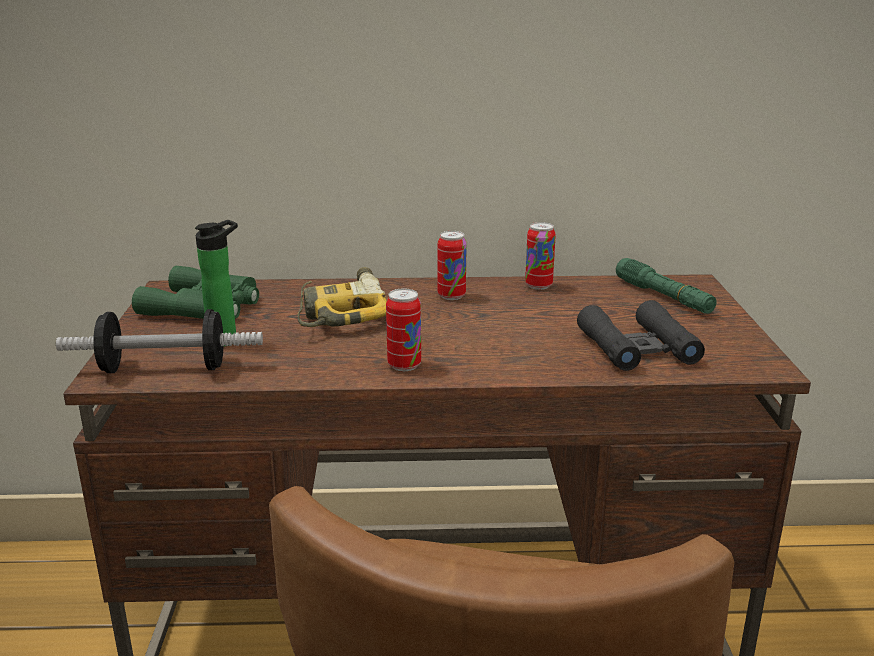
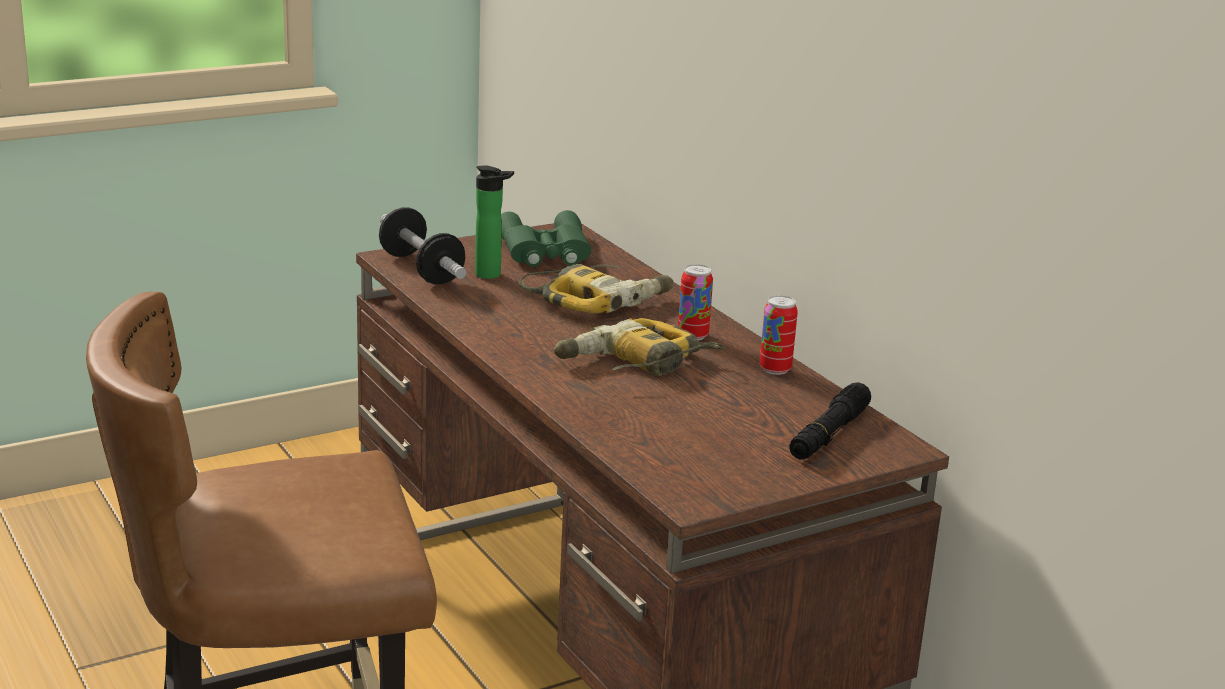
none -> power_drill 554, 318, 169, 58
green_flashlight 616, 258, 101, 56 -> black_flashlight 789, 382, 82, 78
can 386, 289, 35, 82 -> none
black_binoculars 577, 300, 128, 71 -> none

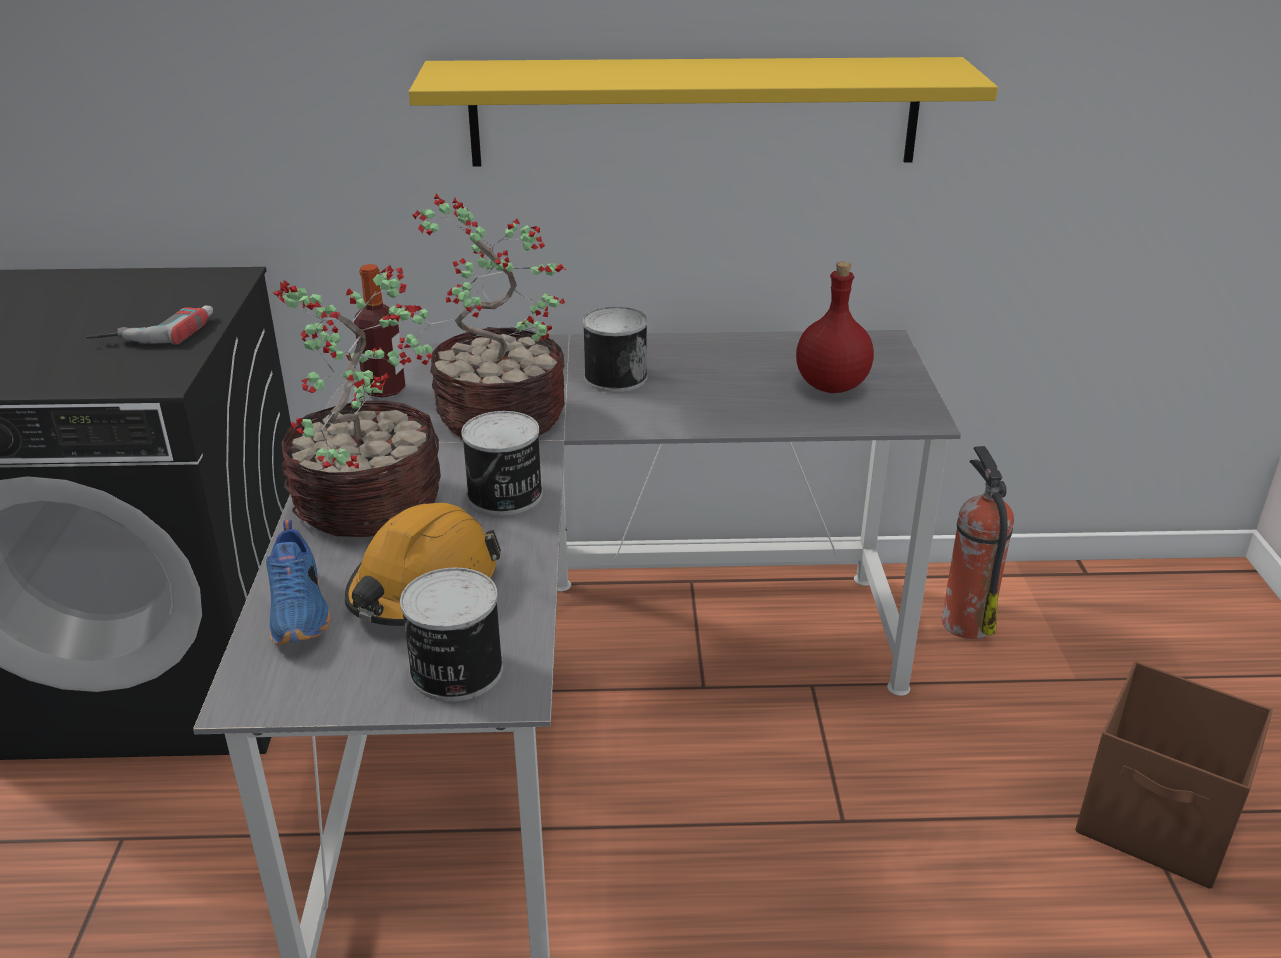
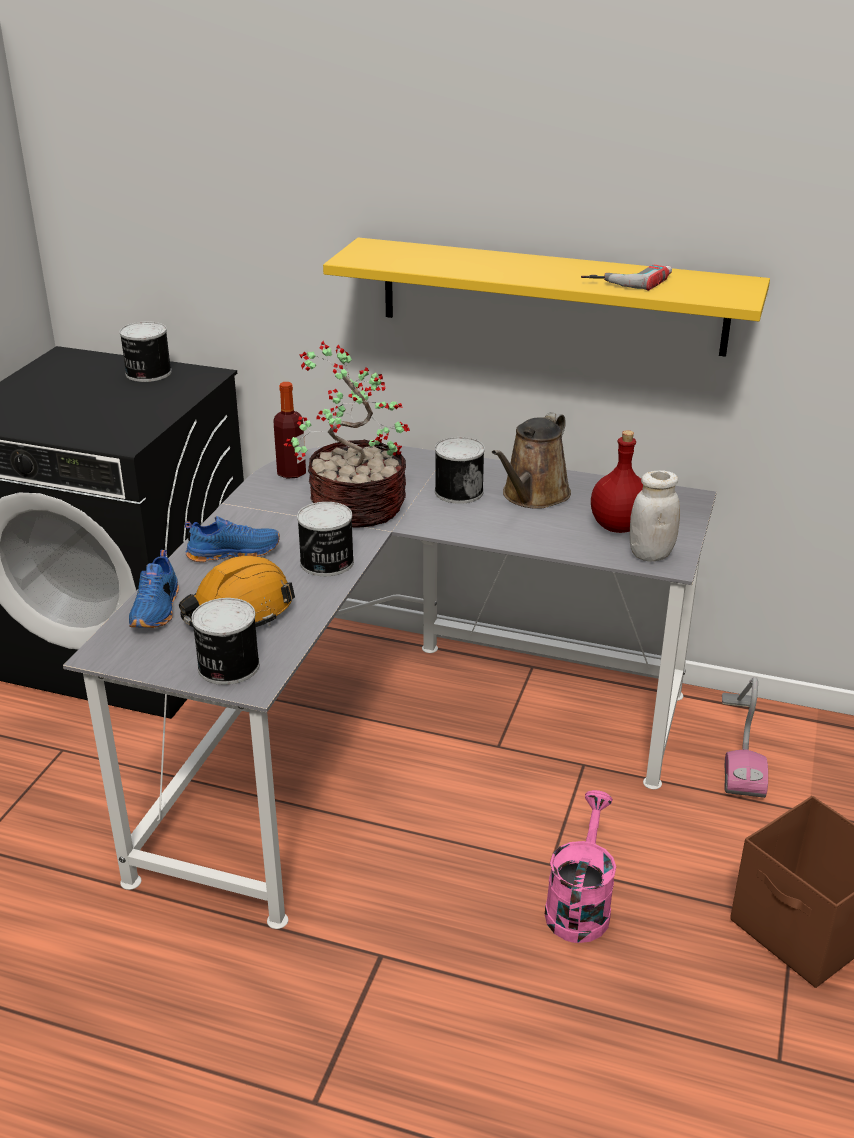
none -> can 119, 322, 53, 60
potted_plant 273, 265, 168, 272 -> blue_shoe 185, 516, 95, 46
none -> brown_watering_can 492, 413, 79, 96
none -> pink_watering_can 545, 790, 71, 153
power_drill 86, 305, 127, 40 -> power_drill 581, 265, 91, 26, moved
none -> white_jar 629, 470, 51, 91
fire_extinguisher 942, 446, 72, 193 -> vacuum_cleaner 722, 677, 46, 121

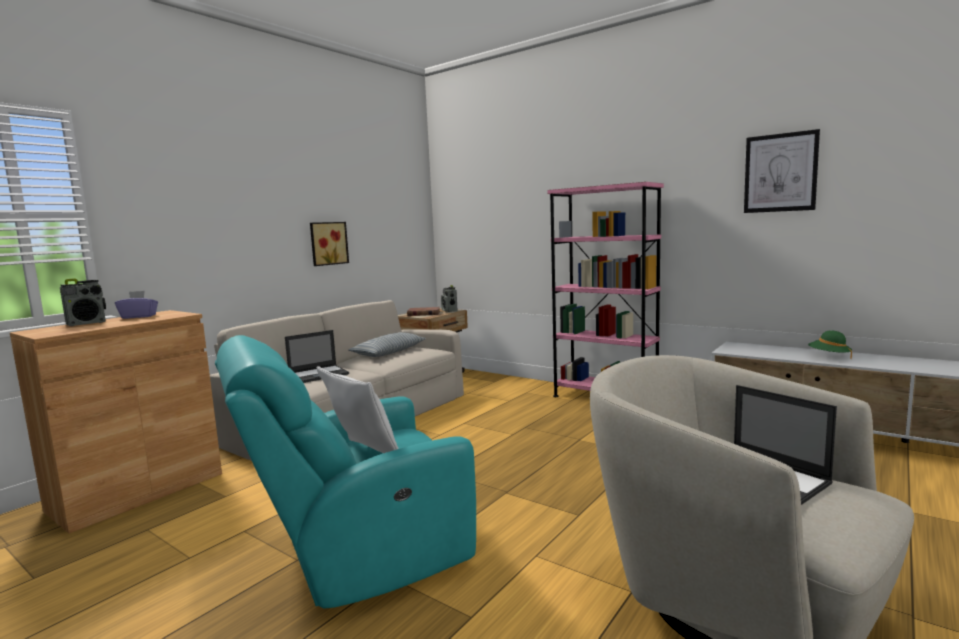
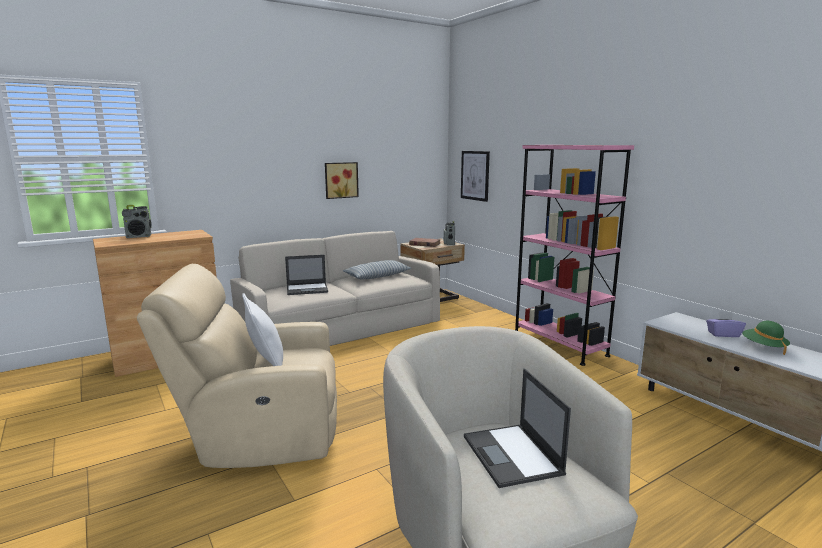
turquoise_armchair 215, 335, 261, 274 -> beige_armchair 137, 264, 200, 204
picture 744, 129, 76, 84 -> picture 461, 151, 29, 51, moved
purple_tissue_box 115, 291, 43, 28 -> purple_tissue_box 706, 311, 40, 26, moved

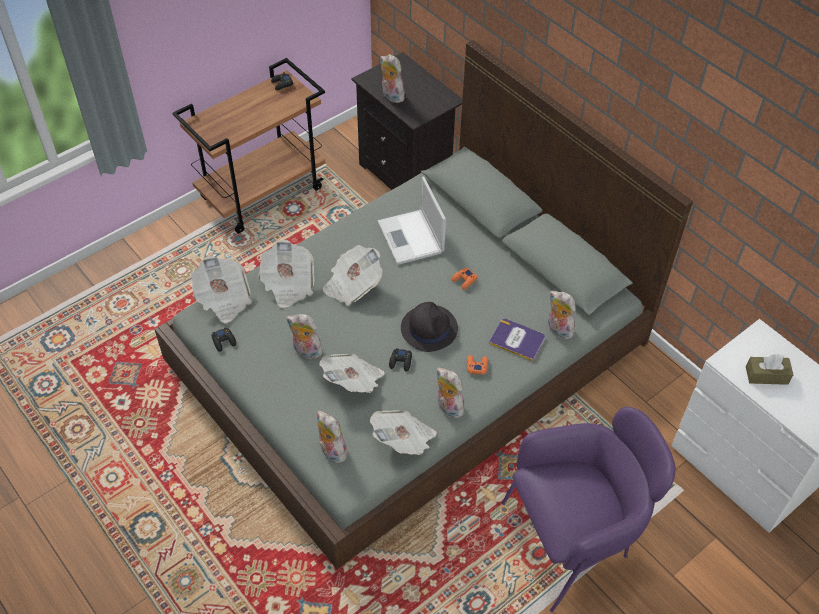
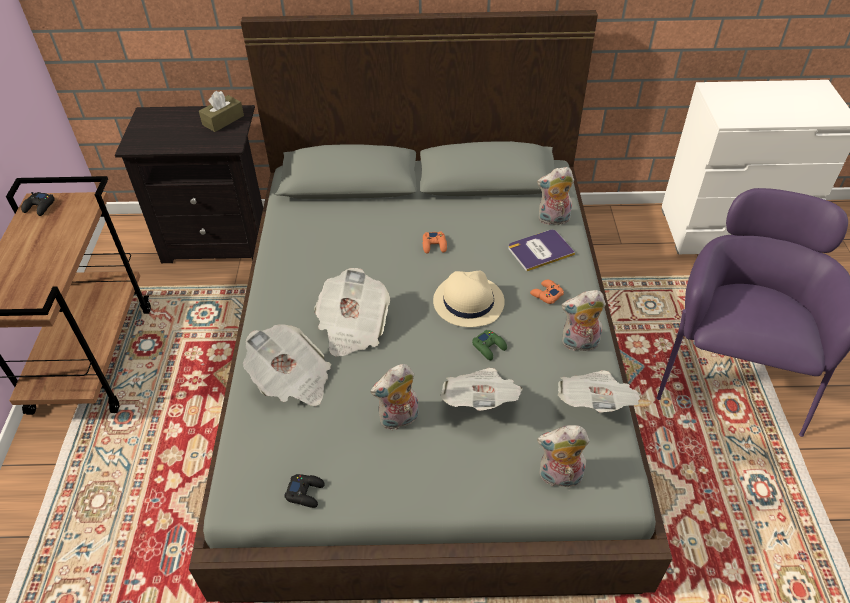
brown_tissue_box 746, 354, 47, 31 -> brown_tissue_box 199, 91, 45, 41, moved
black_hat 401, 302, 57, 50 -> beige_hat 433, 271, 72, 56
black_game_controller 389, 348, 23, 24 -> green_game_controller 472, 330, 35, 30
newspaper 191, 256, 61, 67 -> none
laptop 378, 177, 68, 88 -> none
plush_toy 380, 54, 25, 49 -> none

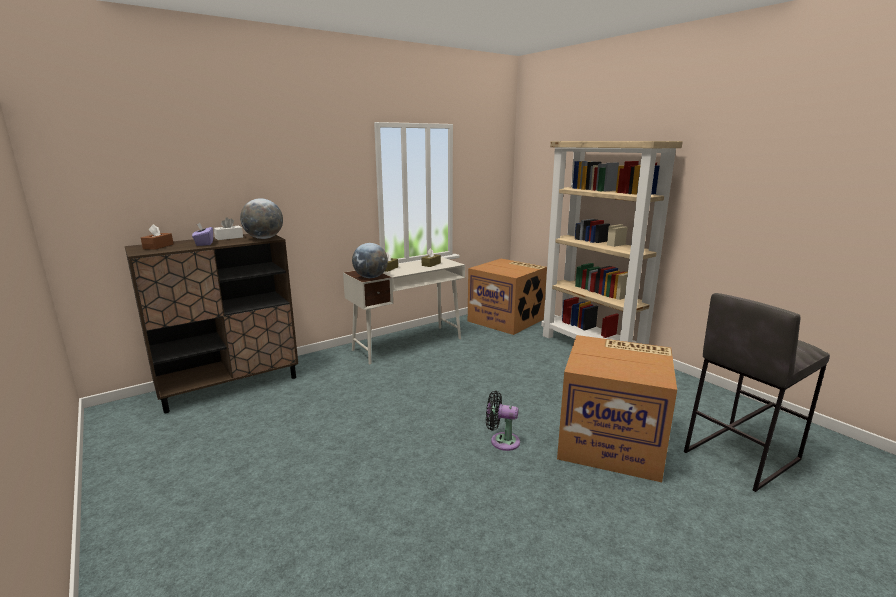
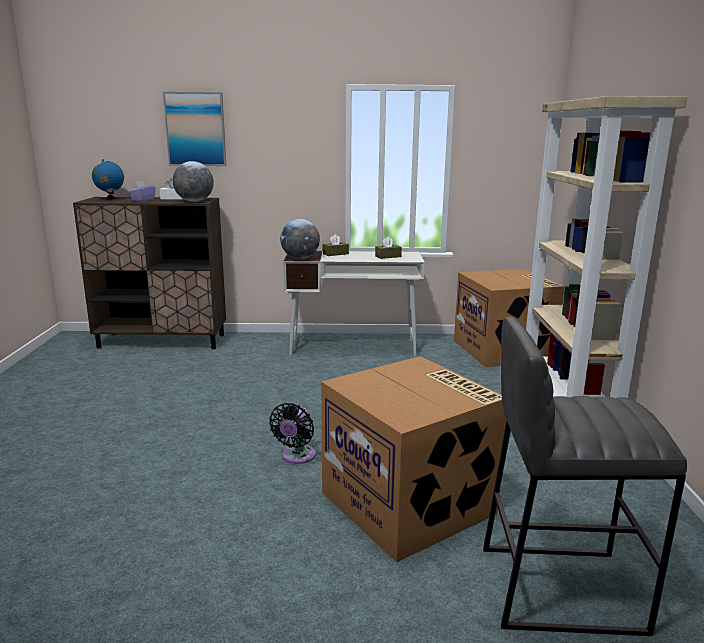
brown_tissue_box 141, 224, 32, 26 -> globe 92, 159, 32, 41
none -> picture 163, 92, 63, 74
black_fan 486, 391, 34, 60 -> black_fan 269, 403, 47, 61, 120 degrees counterclockwise

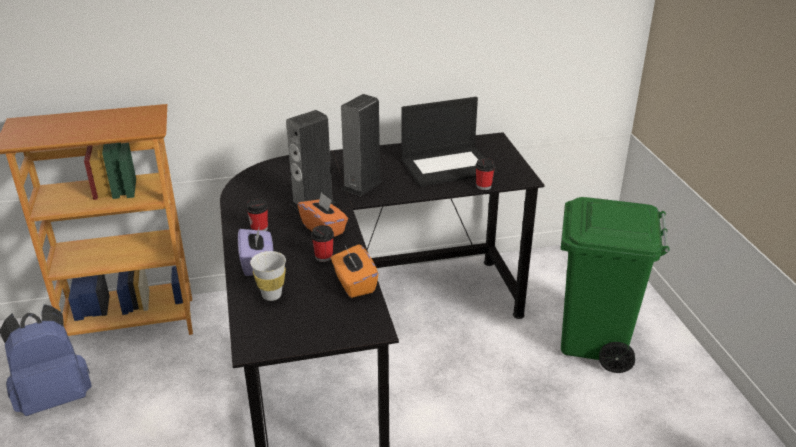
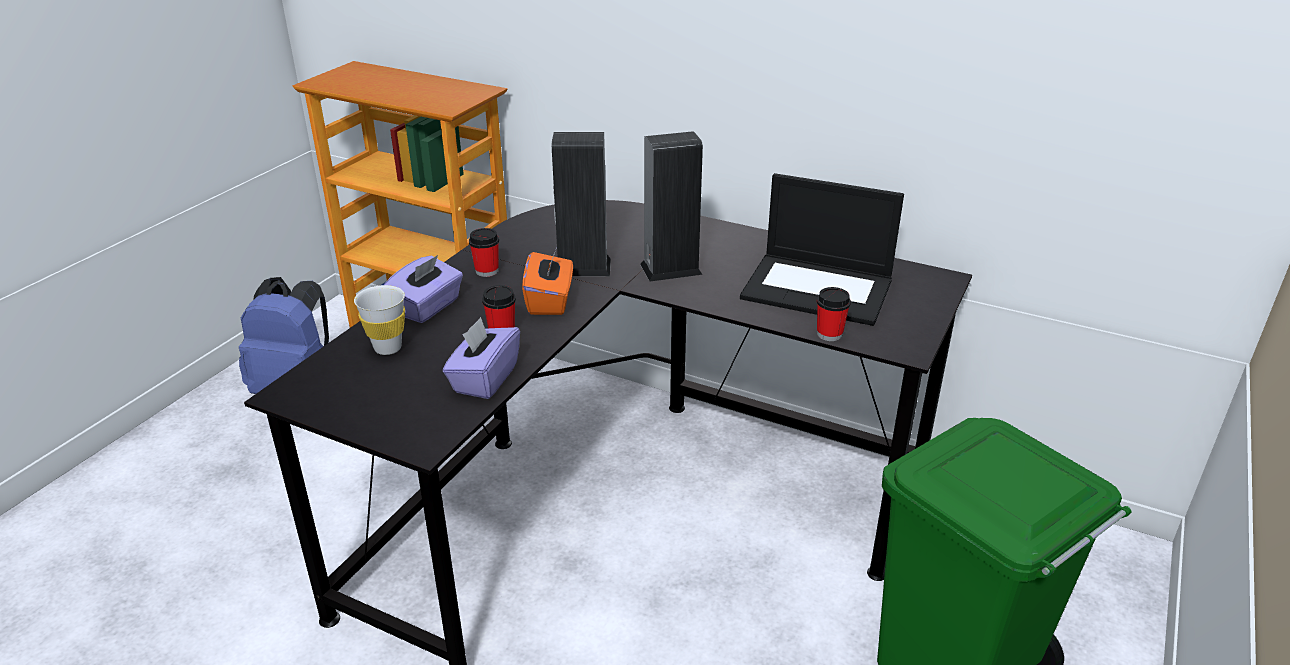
orange_tissue_box 331, 244, 47, 54 -> purple_tissue_box 443, 317, 77, 82

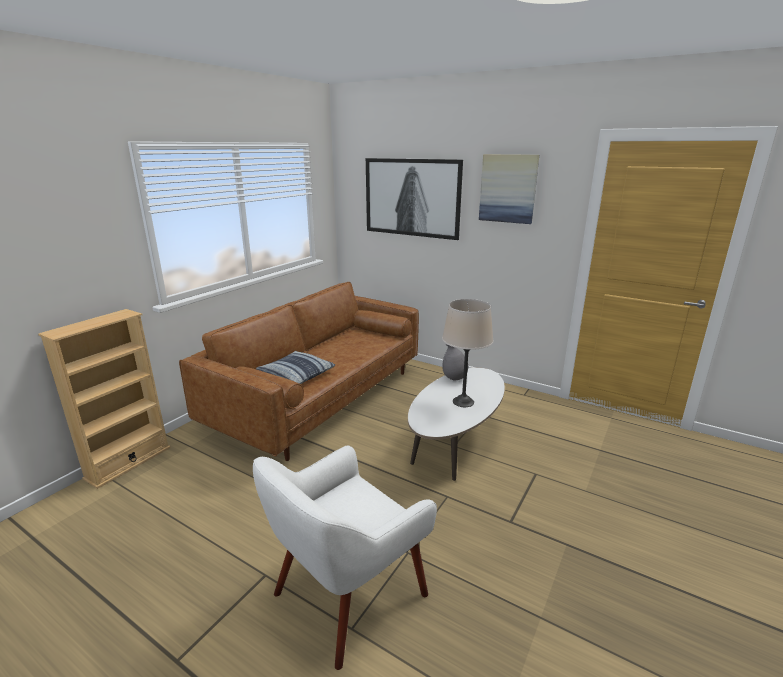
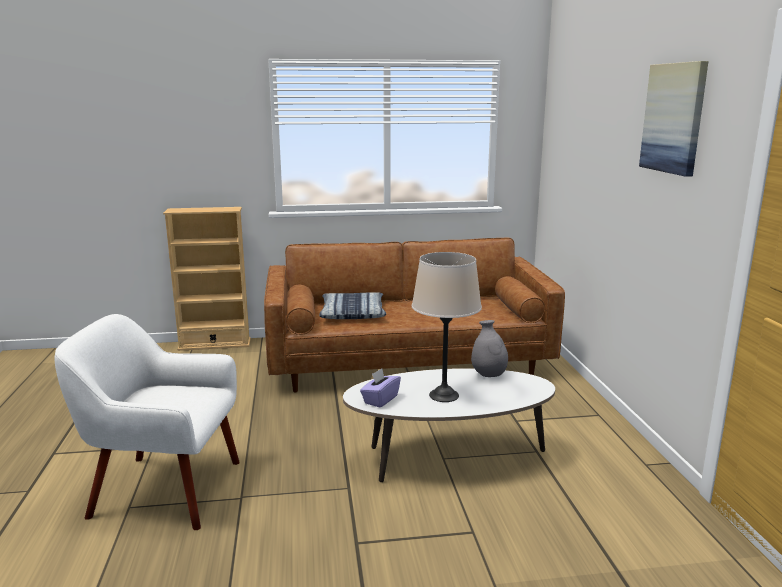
none -> purple_tissue_box 360, 368, 41, 40
picture 366, 158, 97, 82 -> none

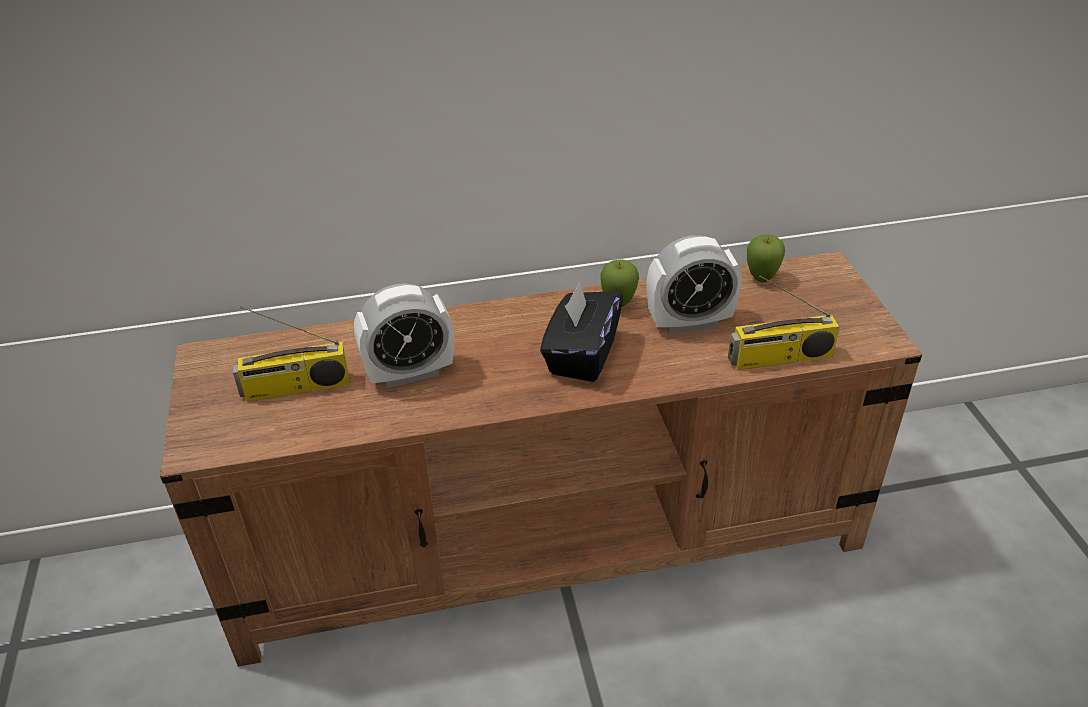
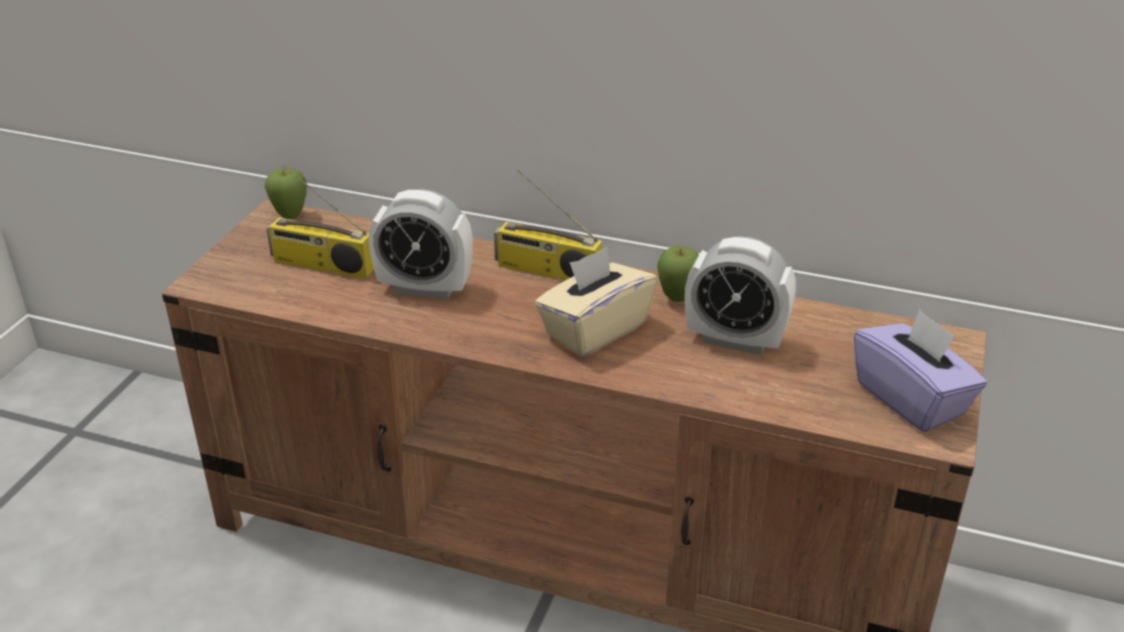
apple 747, 235, 38, 48 -> apple 265, 168, 42, 52, moved
radio 728, 275, 112, 95 -> radio 494, 170, 108, 110, moved
black_tissue_box 540, 282, 83, 100 -> beige_tissue_box 535, 247, 122, 110
none -> purple_tissue_box 854, 310, 133, 122

